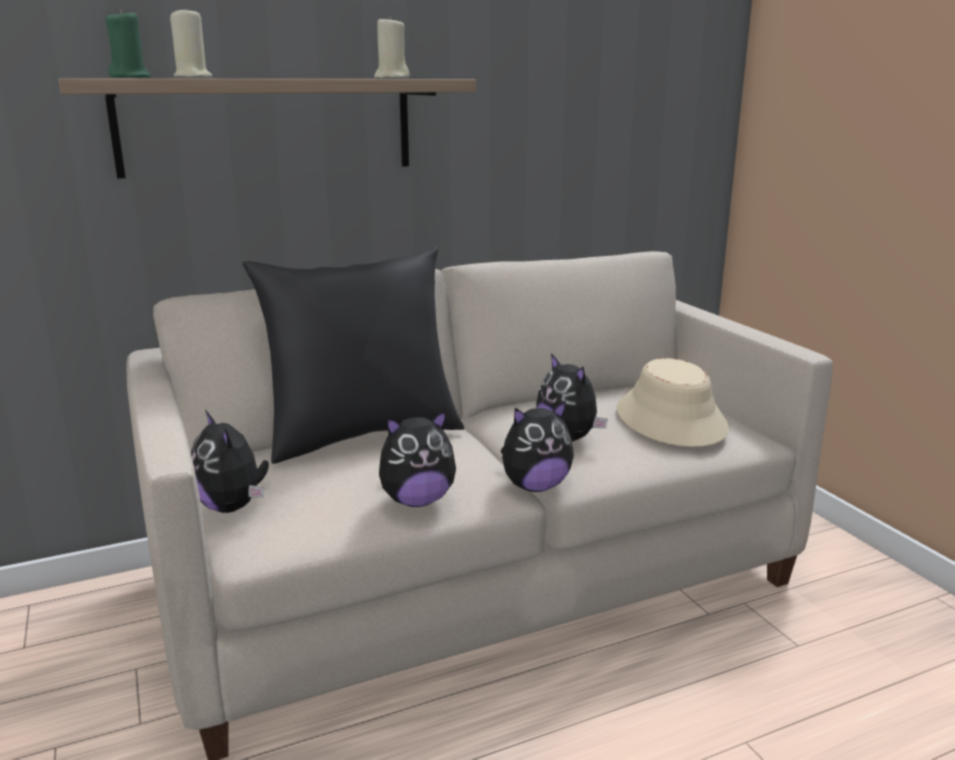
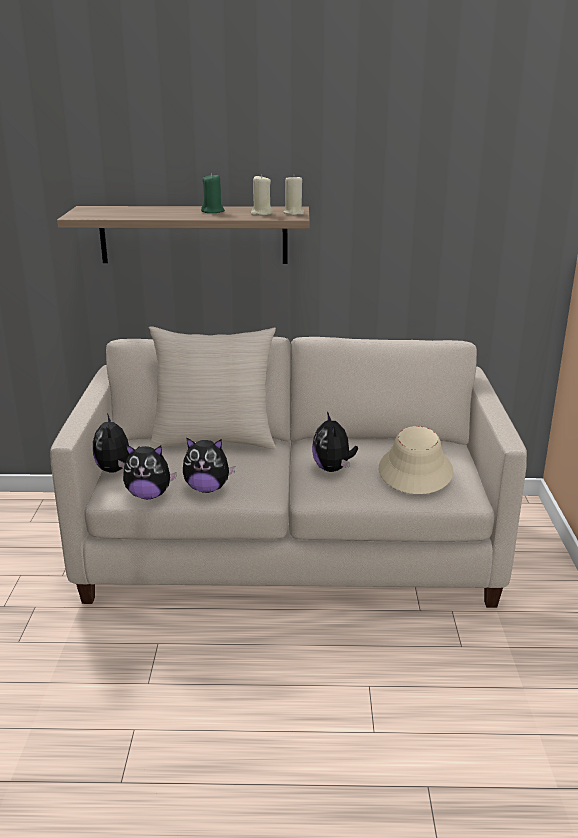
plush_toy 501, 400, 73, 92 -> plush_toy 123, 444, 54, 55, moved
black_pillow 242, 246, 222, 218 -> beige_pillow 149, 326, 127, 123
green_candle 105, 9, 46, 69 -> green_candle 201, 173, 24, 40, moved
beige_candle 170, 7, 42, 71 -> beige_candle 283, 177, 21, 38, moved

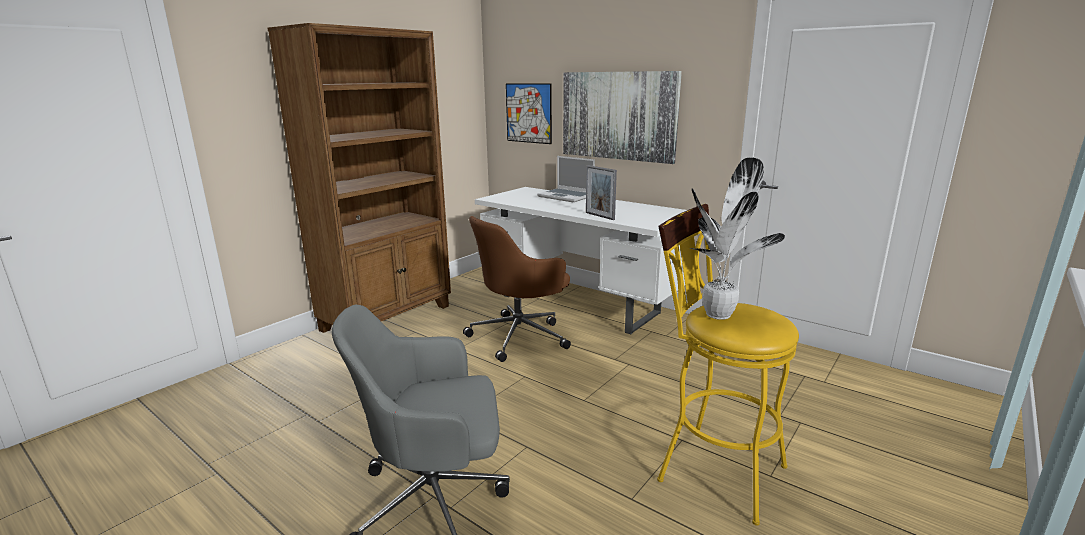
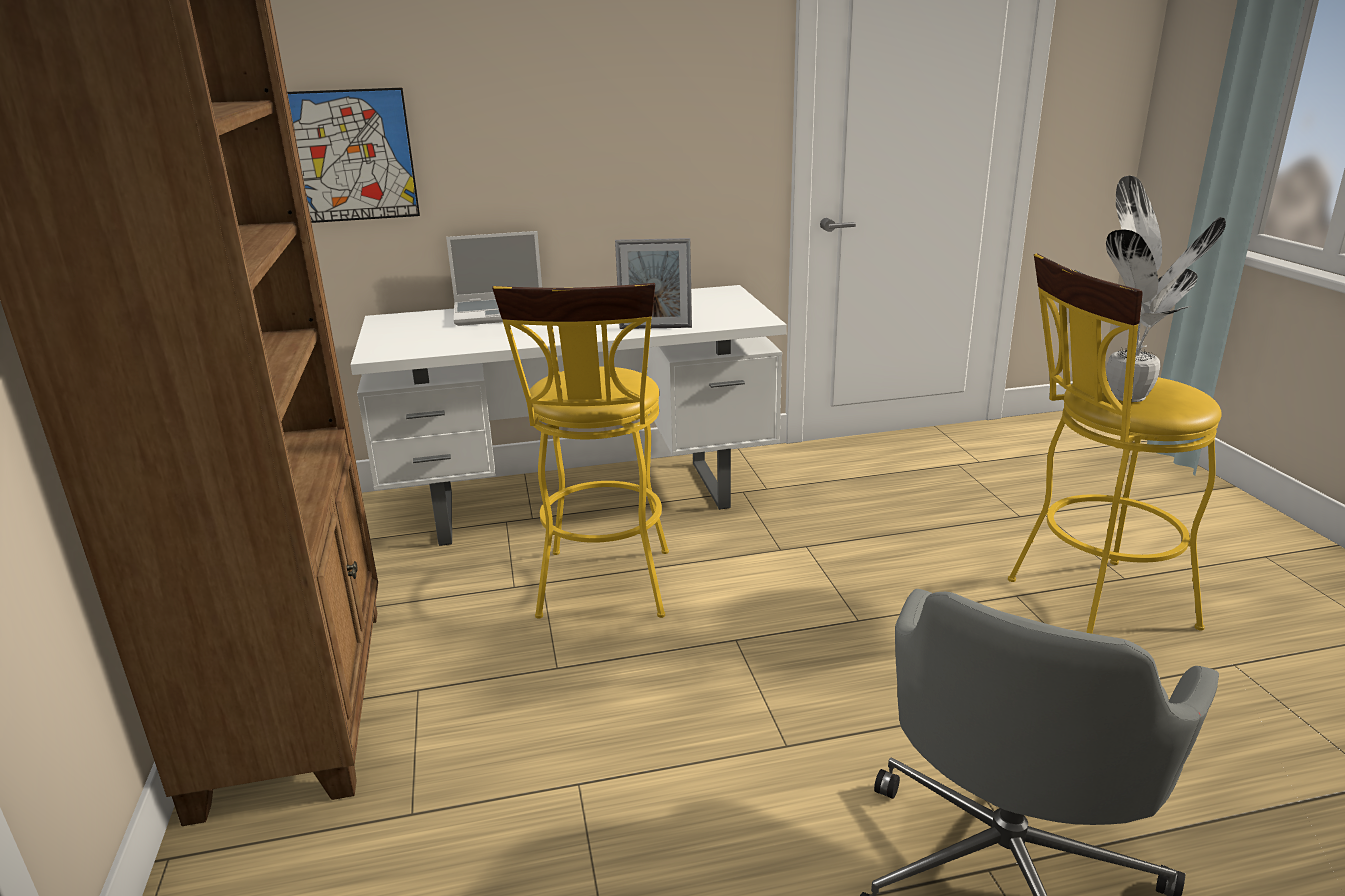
brown_office_chair 463, 216, 108, 146 -> yellow_stool 492, 283, 177, 336
picture 563, 71, 119, 93 -> none

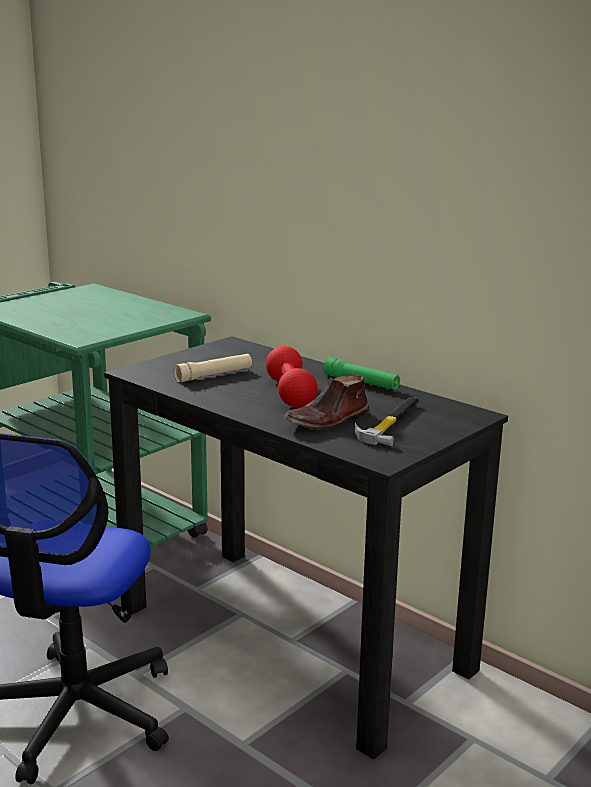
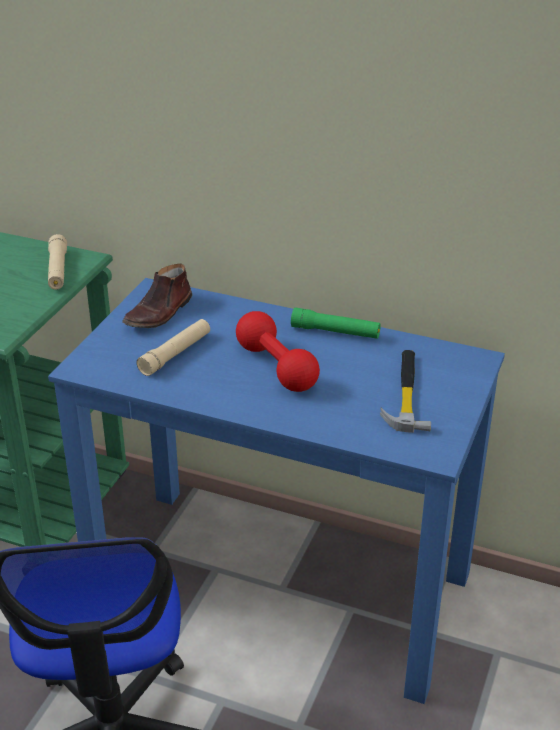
none -> beige_flashlight 48, 234, 19, 56
black_desk 104, 336, 404, 424 -> blue_desk 48, 278, 457, 426
brown_shoe 283, 376, 86, 54 -> brown_shoe 122, 263, 70, 65, moved

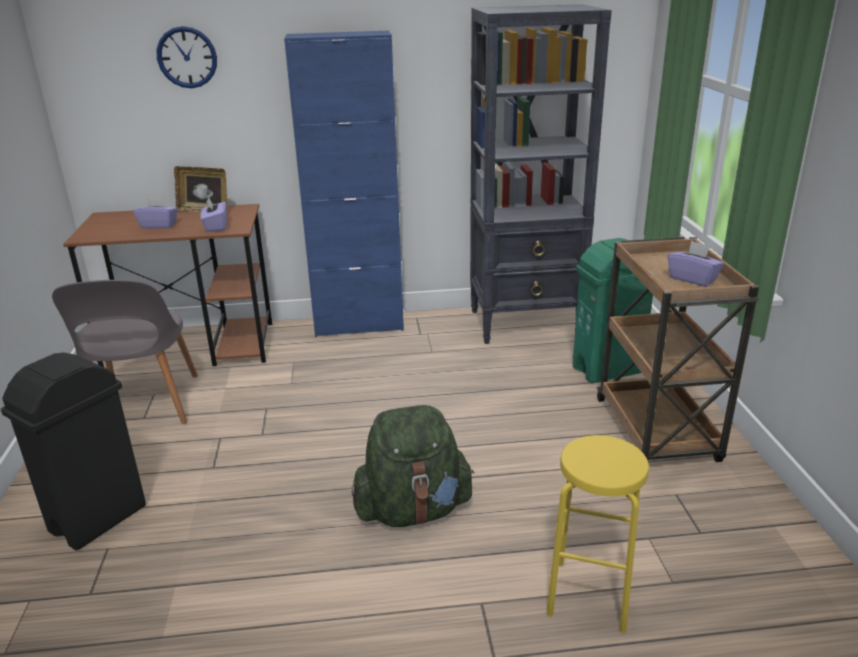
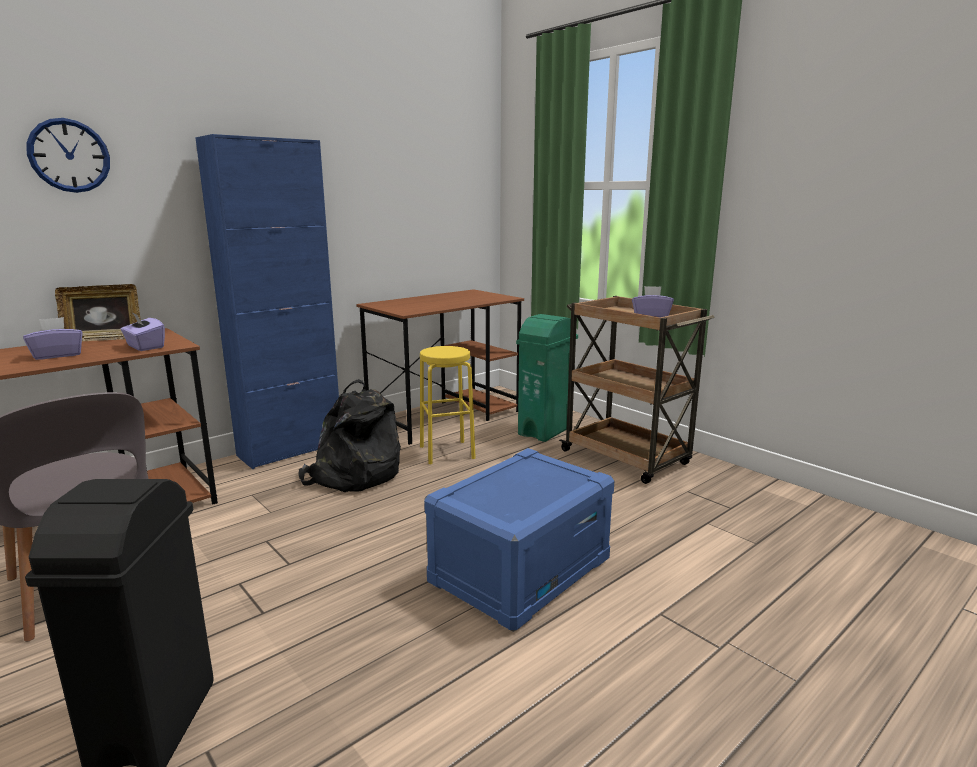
none -> black_backpack 299, 379, 102, 113
black_bookcase 470, 4, 142, 340 -> brown_desk 356, 289, 168, 156
yellow_stool 546, 435, 103, 199 -> yellow_stool 420, 346, 56, 118, moved
green_backpack 352, 405, 122, 122 -> blue_storage_box 424, 448, 190, 184

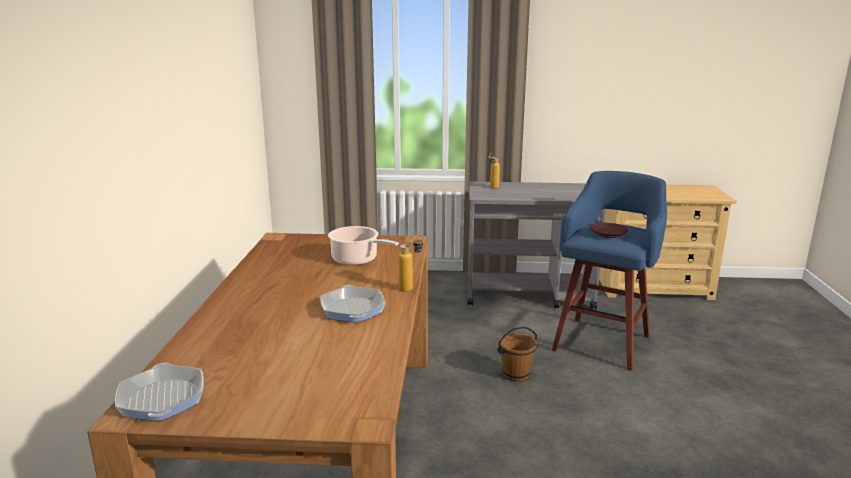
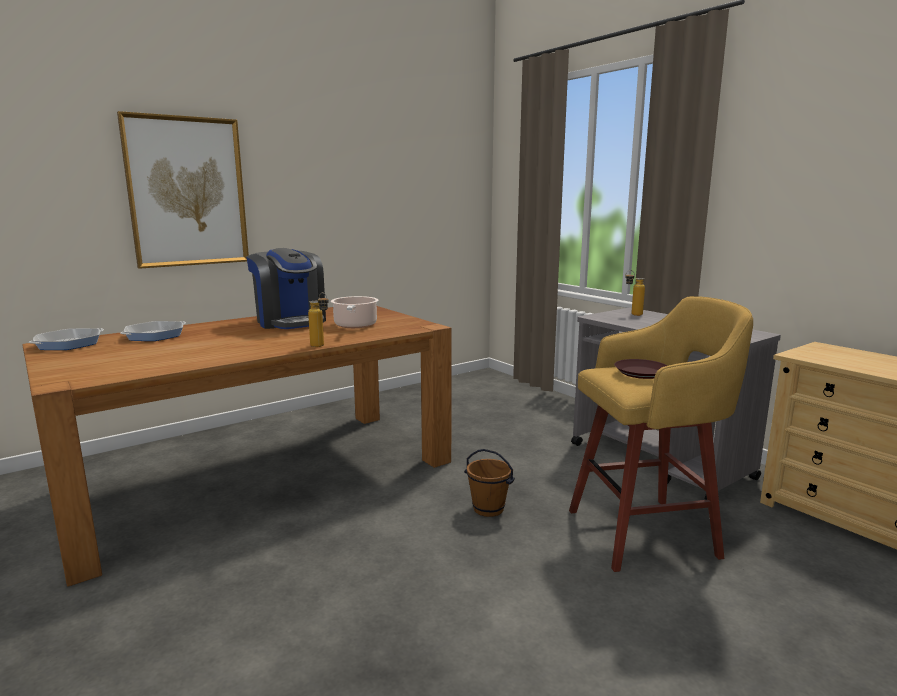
none -> picture 117, 111, 132, 158
frying_pan 320, 285, 66, 37 -> frying_pan 120, 321, 66, 20, moved
none -> coffee_machine 246, 248, 80, 81
blue_stool 552, 171, 115, 200 -> yellow_stool 569, 296, 184, 276

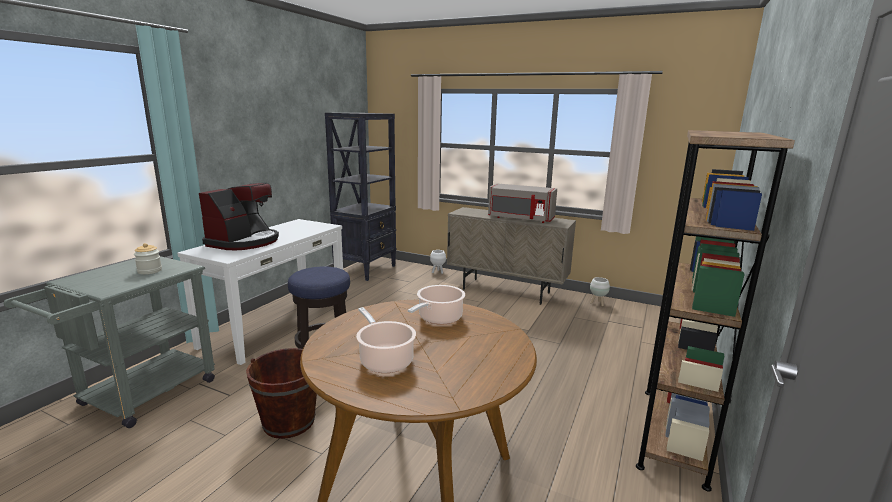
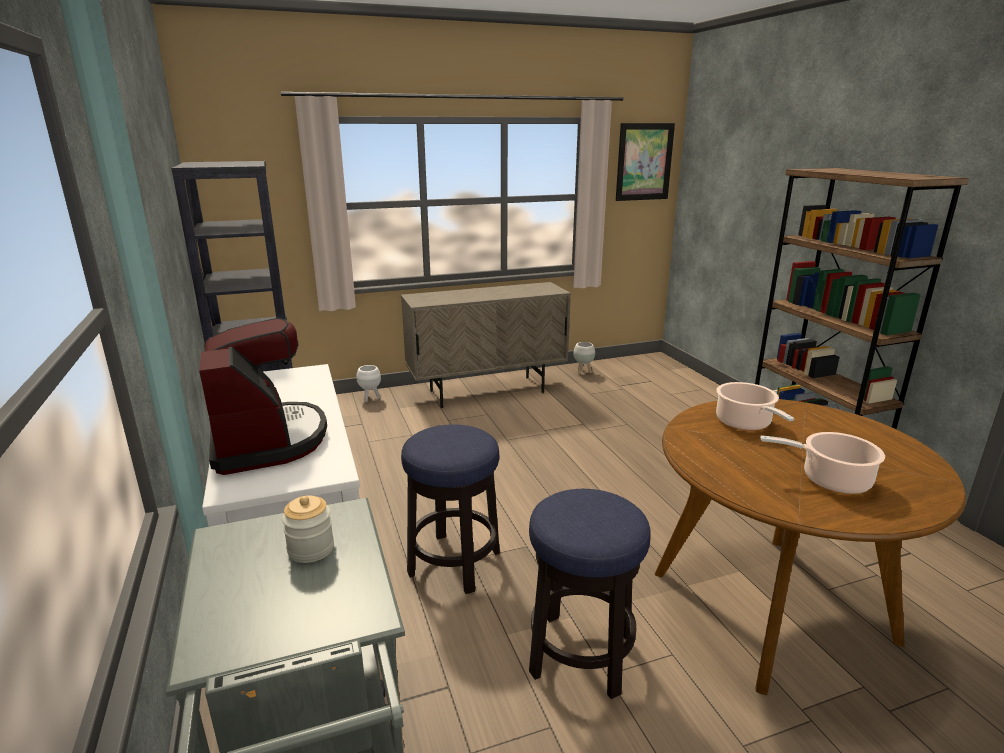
brown_bucket 246, 348, 71, 91 -> stool 529, 489, 122, 210
none -> picture 616, 123, 59, 78
grey_microwave 488, 184, 69, 39 -> none

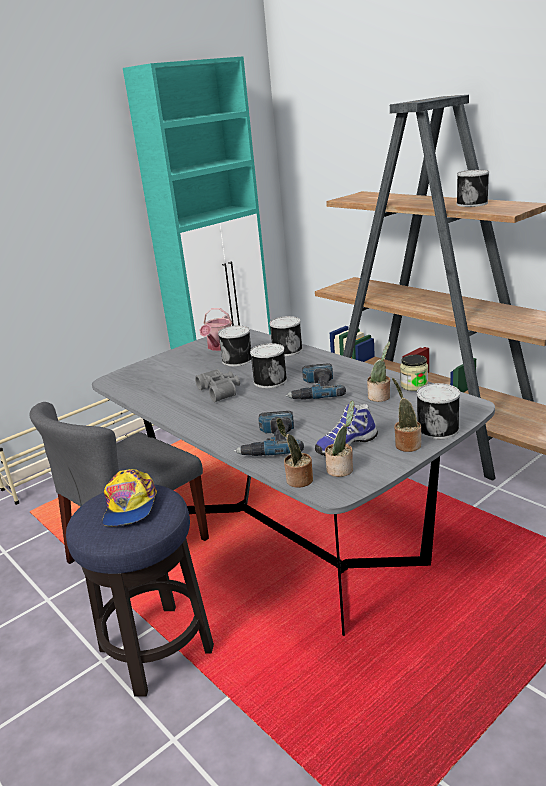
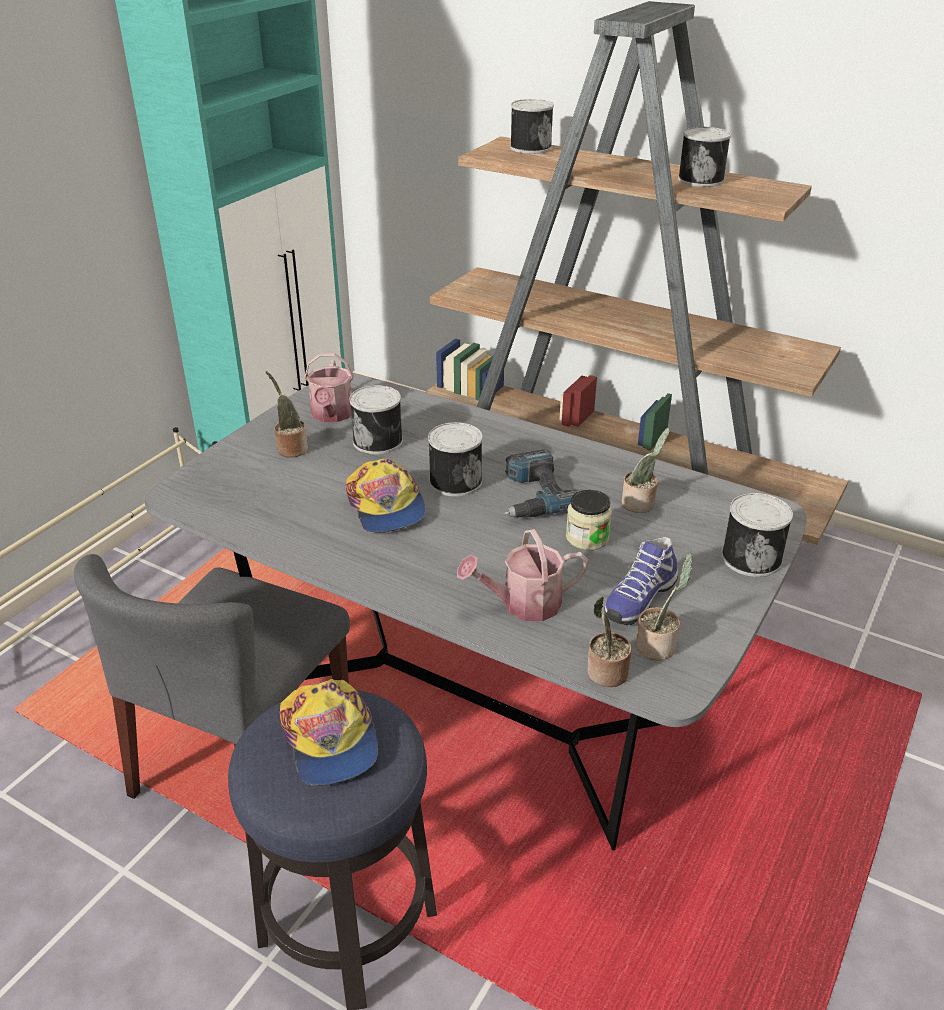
potted_plant 392, 378, 29, 74 -> potted_plant 266, 371, 42, 87, moved
grey_binoculars 195, 369, 45, 33 -> cap 346, 459, 79, 74
power_drill 234, 411, 70, 45 -> watering_can 457, 529, 132, 92
can 269, 316, 34, 40 -> can 510, 99, 44, 55, moved
jar 400, 355, 28, 36 -> jar 566, 490, 46, 60, moved

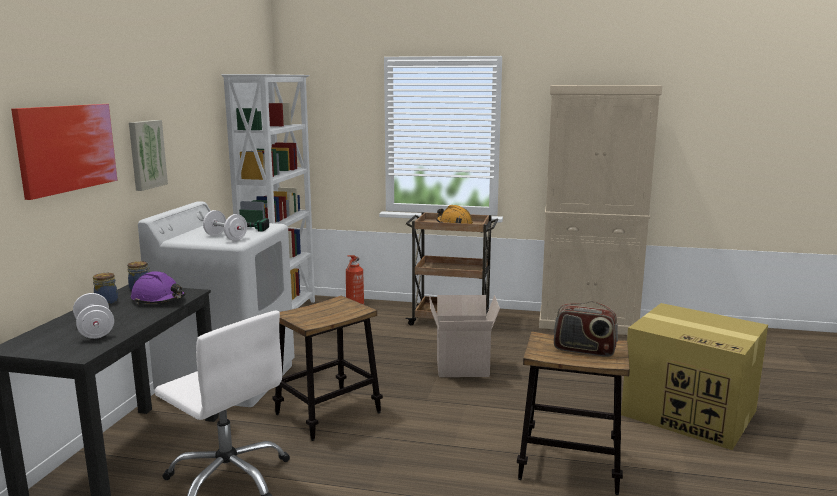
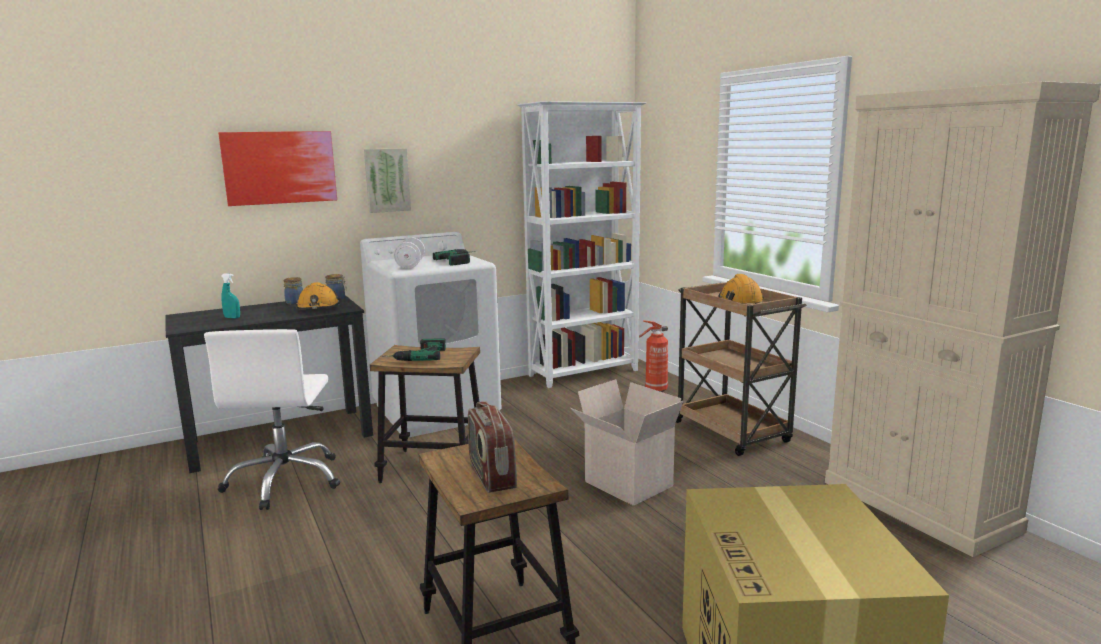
white_dumbbell 73, 293, 41, 46 -> turquoise_spray_bottle 221, 274, 19, 45
purple_hard_hat 131, 271, 55, 33 -> orange_hard_hat 296, 282, 44, 27
none -> power_drill 382, 338, 64, 23

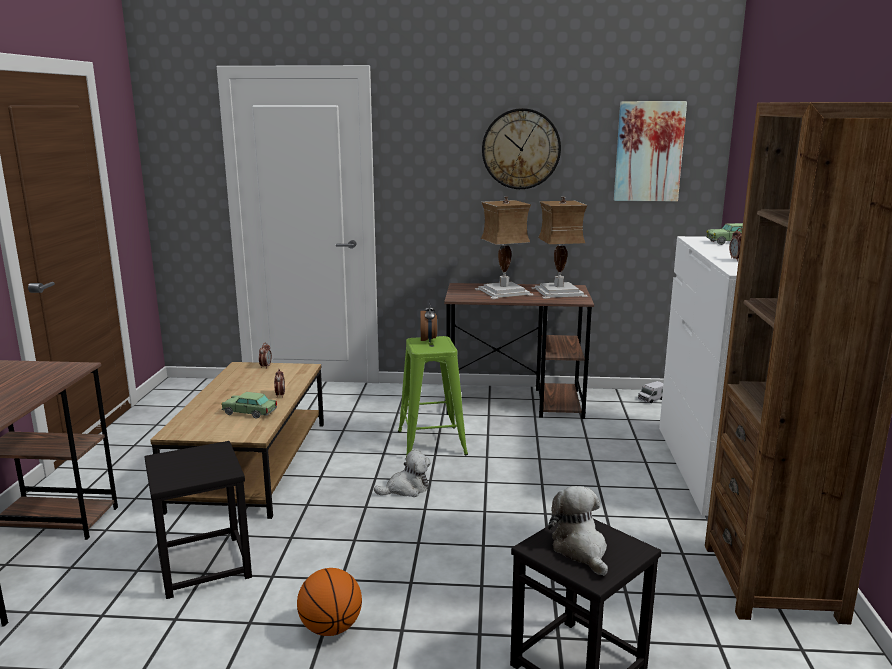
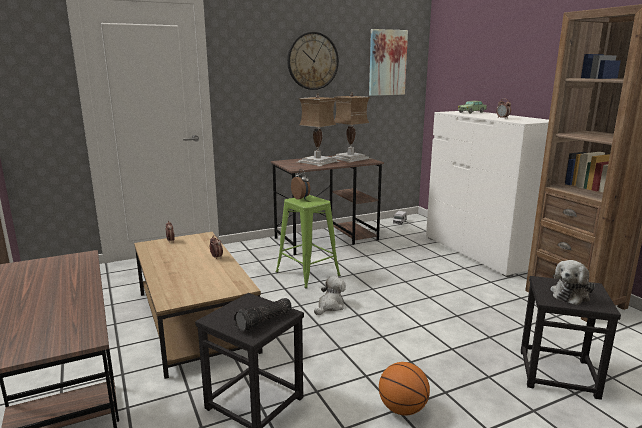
none -> flashlight 234, 298, 58, 33
plush_toy 548, 486, 60, 90 -> plush_toy 550, 260, 45, 45, 90 degrees counterclockwise
toy_car 221, 392, 56, 27 -> none

